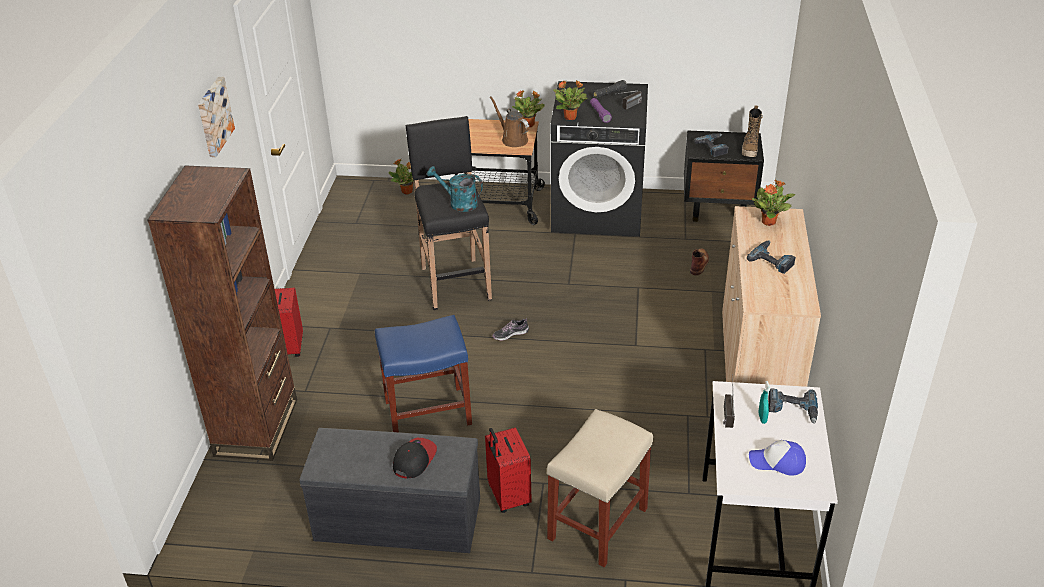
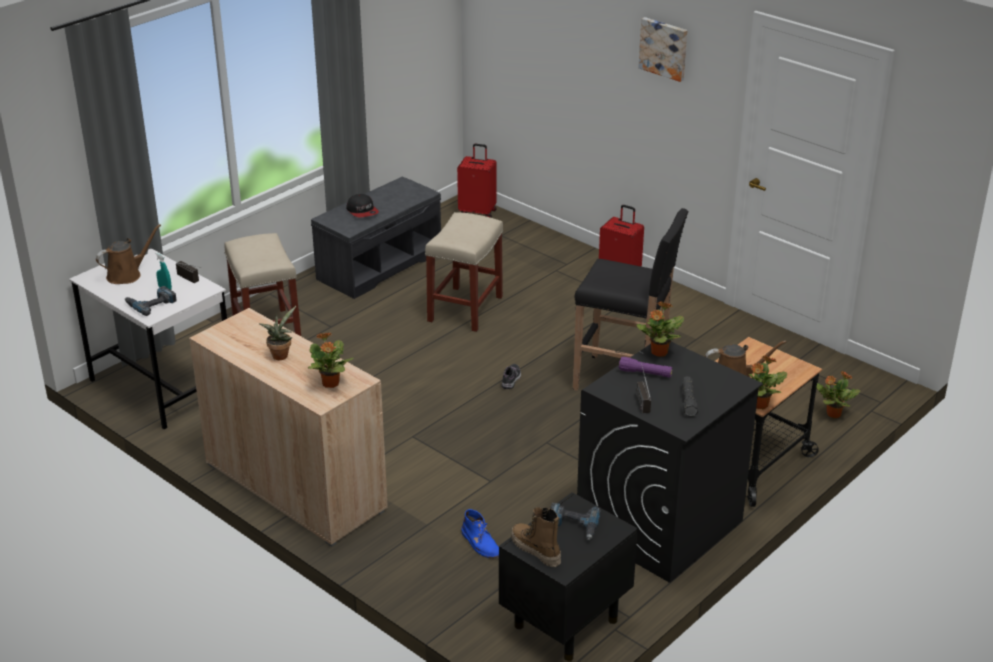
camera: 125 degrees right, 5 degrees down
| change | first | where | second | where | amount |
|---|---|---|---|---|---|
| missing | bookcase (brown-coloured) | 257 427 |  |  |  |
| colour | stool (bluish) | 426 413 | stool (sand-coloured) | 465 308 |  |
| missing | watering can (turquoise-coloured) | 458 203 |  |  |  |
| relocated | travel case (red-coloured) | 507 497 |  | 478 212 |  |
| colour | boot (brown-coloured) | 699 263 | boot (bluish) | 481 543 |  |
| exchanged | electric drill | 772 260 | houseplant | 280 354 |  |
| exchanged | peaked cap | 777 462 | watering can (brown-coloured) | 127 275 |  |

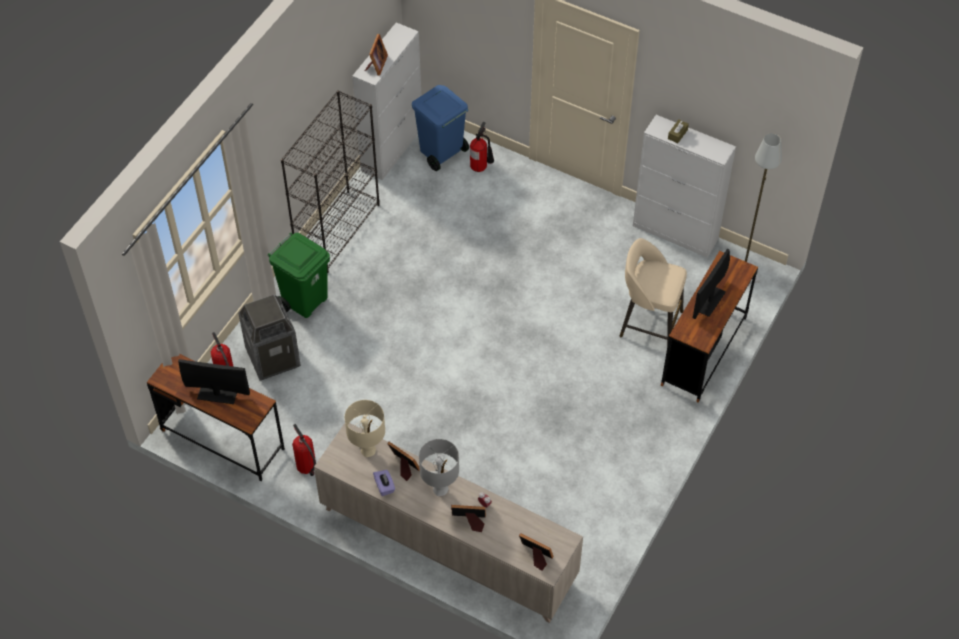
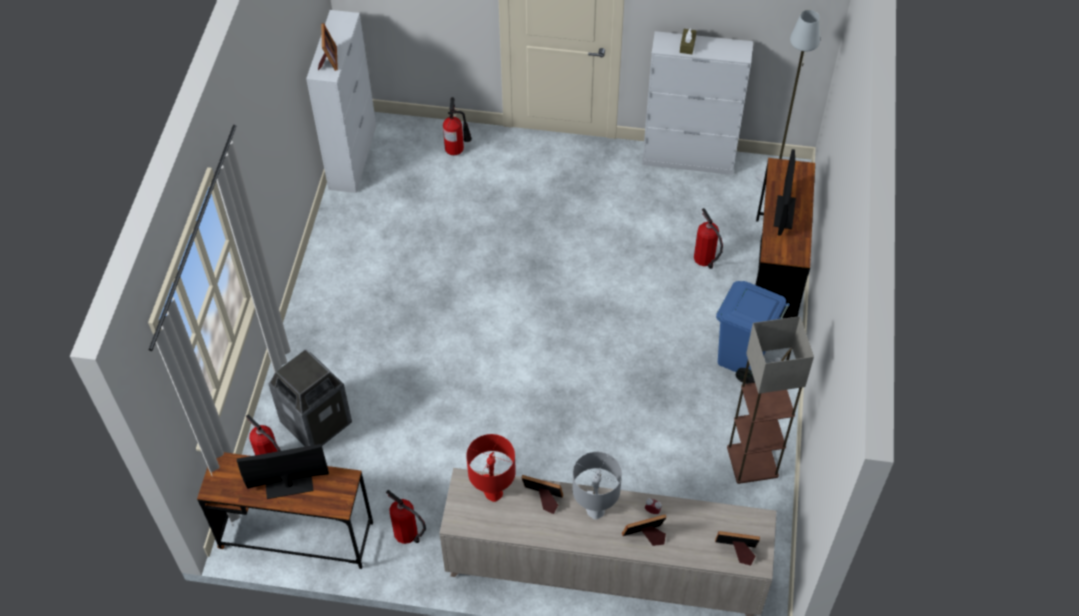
camera: 20 degrees left, 0 degrees up
| change | first | where | second | where | amount |
|---|---|---|---|---|---|
| missing | trash can (green-coloured) | 305 300 |  |  |  |
| missing | bookcase (blackish) | 338 230 |  |  |  |
| colour | lamp for a table (sand-coloured) | 367 450 | lamp for a table (red-coloured) | 493 492 |  |
| missing | tissue box (purplish) | 384 486 |  |  |  |
| relocated | trash can (bluish) | 441 153 |  | 742 359 |  |
| exchanged | stool (sand-coloured) | 649 323 | fire-fighting cylinder | 705 259 |  |
| appeared |  |  | standard lamp | 753 462 |  |

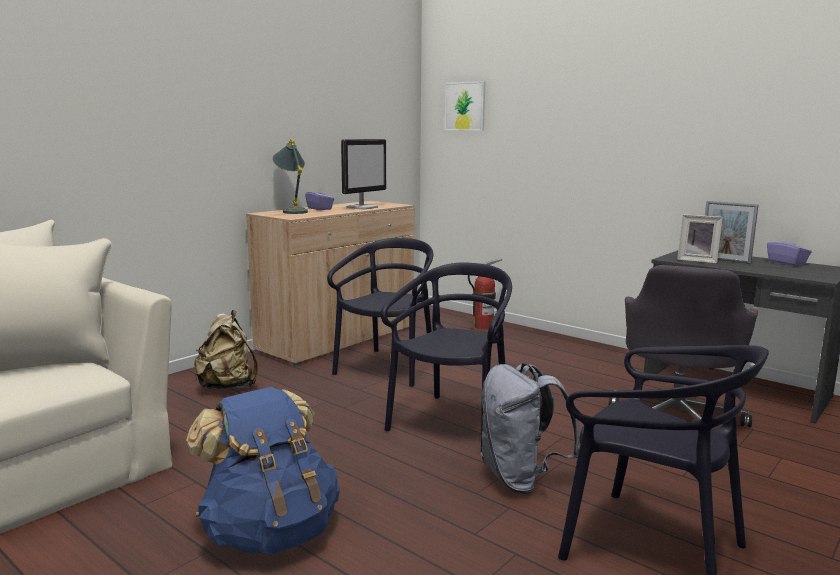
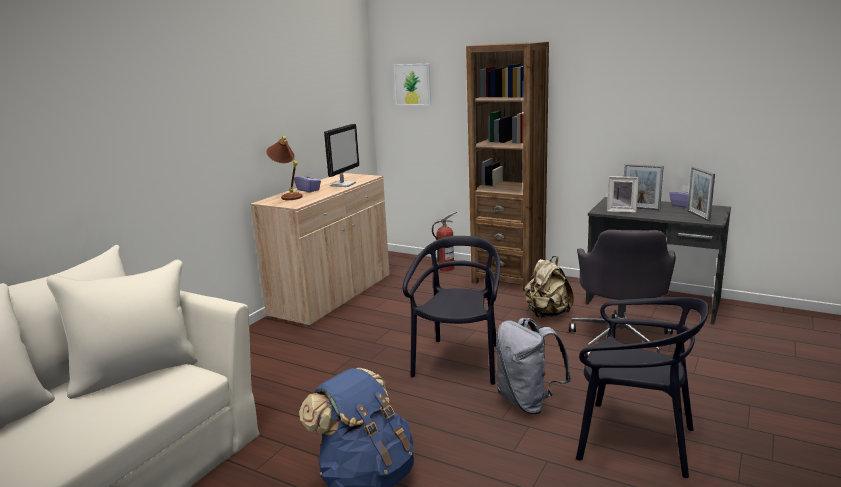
camera: 10 degrees left, 5 degrees up
| change | first | where | second | where | amount |
|---|---|---|---|---|---|
| relocated | backpack (sand-coloured) | 227 386 |  | 547 314 |  |
| colour | lamp for a table (greyish) | 292 211 | lamp for a table (brown-coloured) | 288 196 |  |
| missing | plain chair (blackish) | 388 368 |  |  |  |
| appeared |  |  | bookcase (brown-coloured) | 508 278 |  |
| appeared |  |  | standing frame | 698 216 |  |

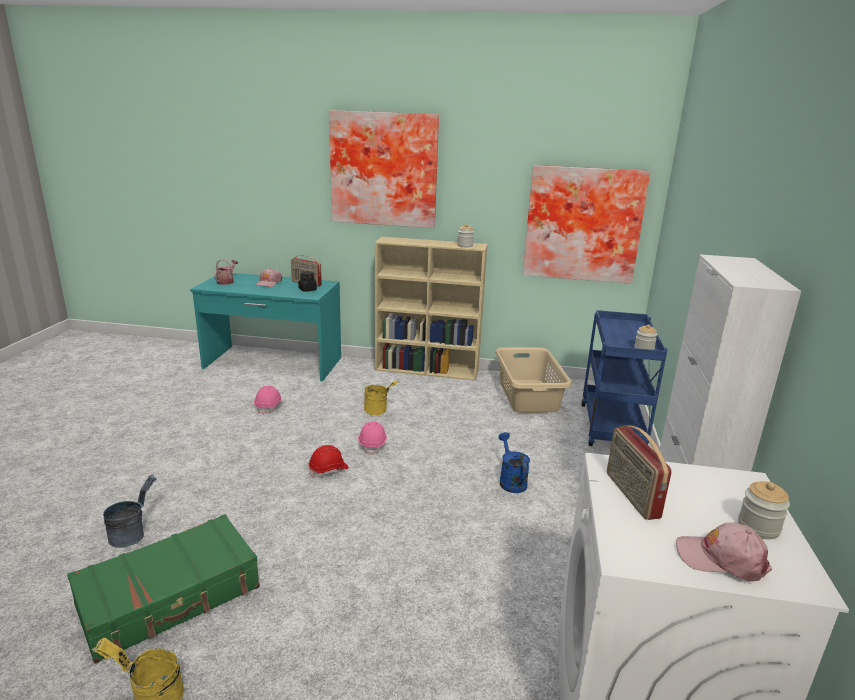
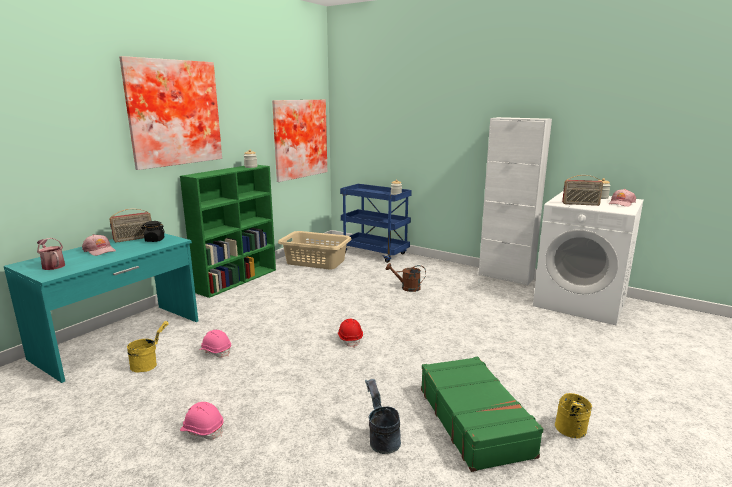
camera: 65 degrees left, 5 degrees down
| change | first | where | second | where | amount |
|---|---|---|---|---|---|
| relocated | safety helmet (pinkish) | 373 444 |  | 202 430 |  |
| relocated | pail (yellow) | 379 411 |  | 149 365 |  |
| colour | bookcase (sand-coloured) | 428 370 | bookcase (green-coloured) | 237 280 |  |
| colour | watering can (bluish) | 510 480 | watering can (brown-coloured) | 407 288 |  |

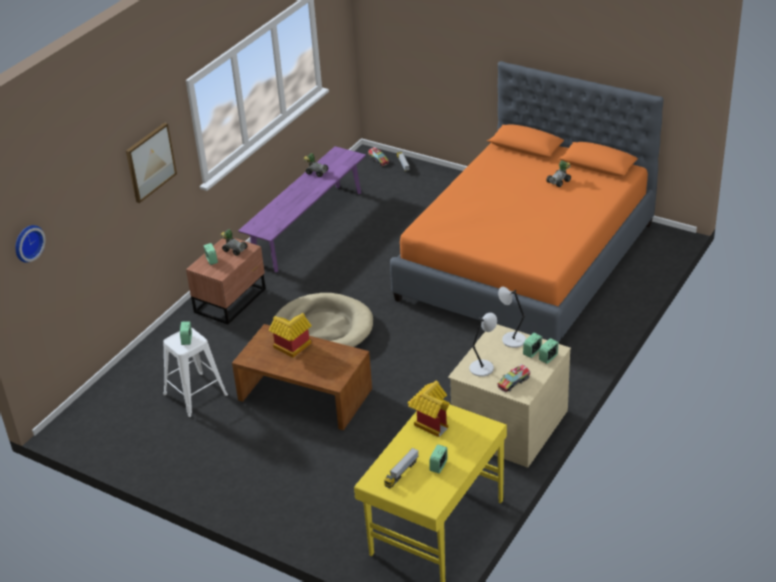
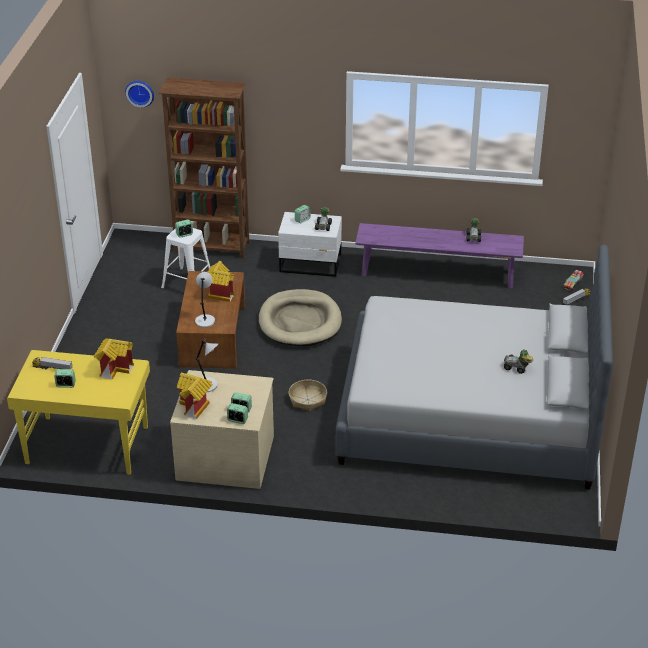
camera: 65 degrees right, 0 degrees up
| change | first | where | second | where | amount |
|---|---|---|---|---|---|
| missing | wall art | 150 162 |  |  |  |
| colour | nightstand (brown-coloured) | 232 300 | nightstand (whitish) | 311 264 |  |
| colour | bed (orangey) | 527 261 | bed (greyish) | 469 415 |  |
| exchanged | toy lorry | 513 382 | model house | 196 407 |  |
| relocated | lamp for a table (greyish) | 512 340 |  | 205 320 |  |
| appeared |  |  | bookcase (brown-coloured) | 212 248 |  |
| appeared |  |  | basket | 308 400 |  |

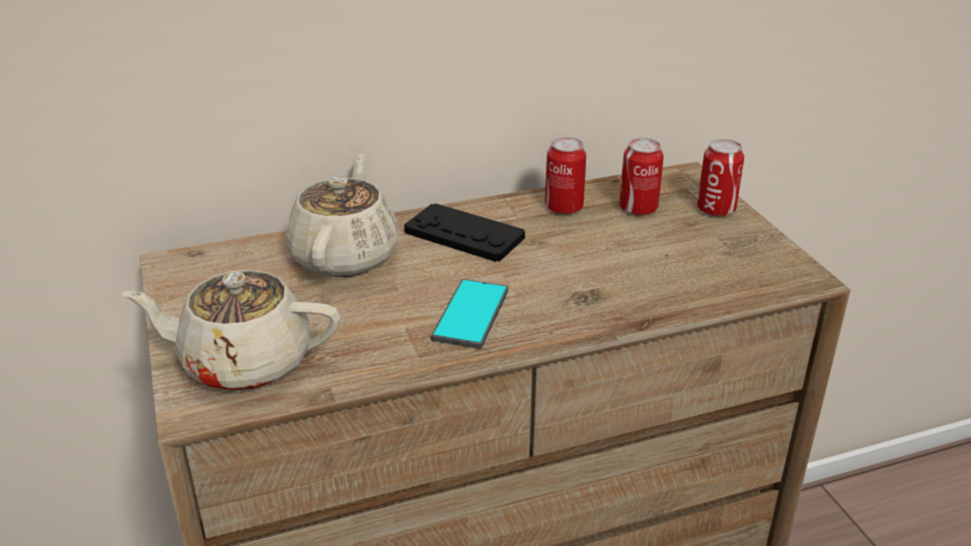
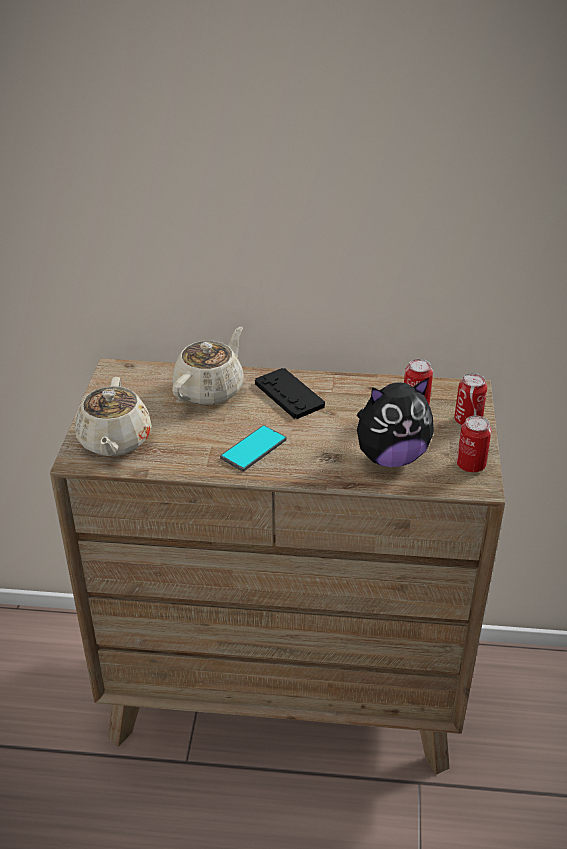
camera: 25 degrees right, 5 degrees up
| change | first | where | second | where | amount |
|---|---|---|---|---|---|
| spun | tea pot (sand-coloured) | 244 362 |  | 114 441 | 120 degrees counterclockwise |
| relocated | sealed can | 563 207 |  | 470 465 |  |
| appeared |  |  | plush toy | 390 457 |  |

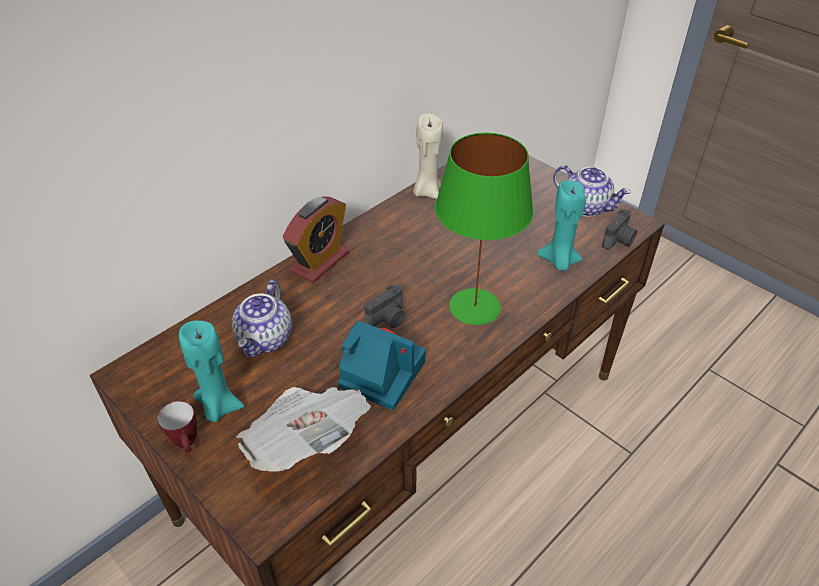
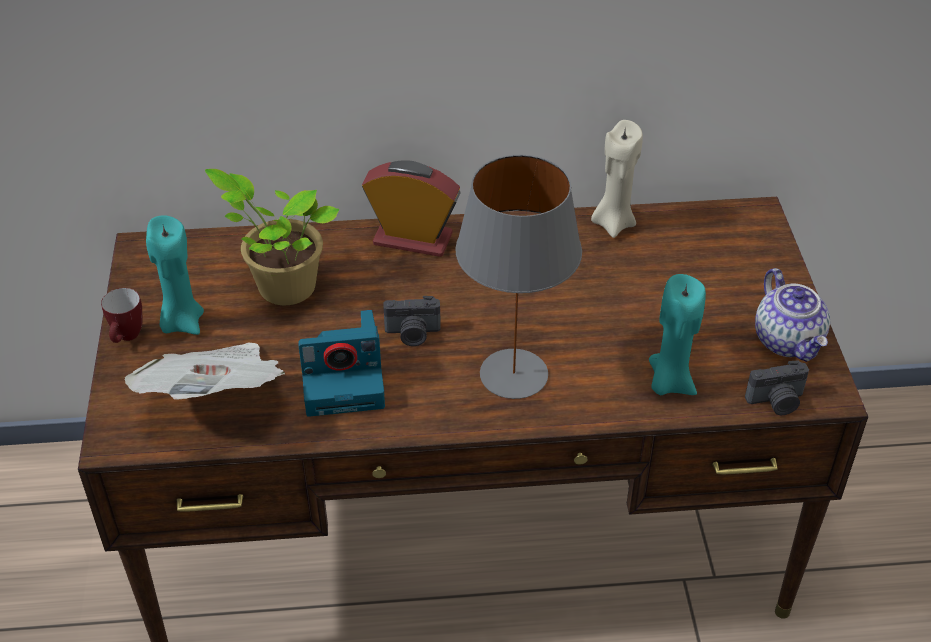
camera: 40 degrees right, 0 degrees up
| change | first | where | second | where | amount |
|---|---|---|---|---|---|
| exchanged | tea pot | 266 339 | houseplant | 282 286 |  |
| spun | bedside clock | 319 262 |  | 413 239 | 150 degrees counterclockwise |
| spun | photo camera | 380 374 |  | 345 380 | 105 degrees clockwise |
| colour | lamp for a table (green-coloured) | 475 307 | lamp for a table (greyish) | 513 375 |  |

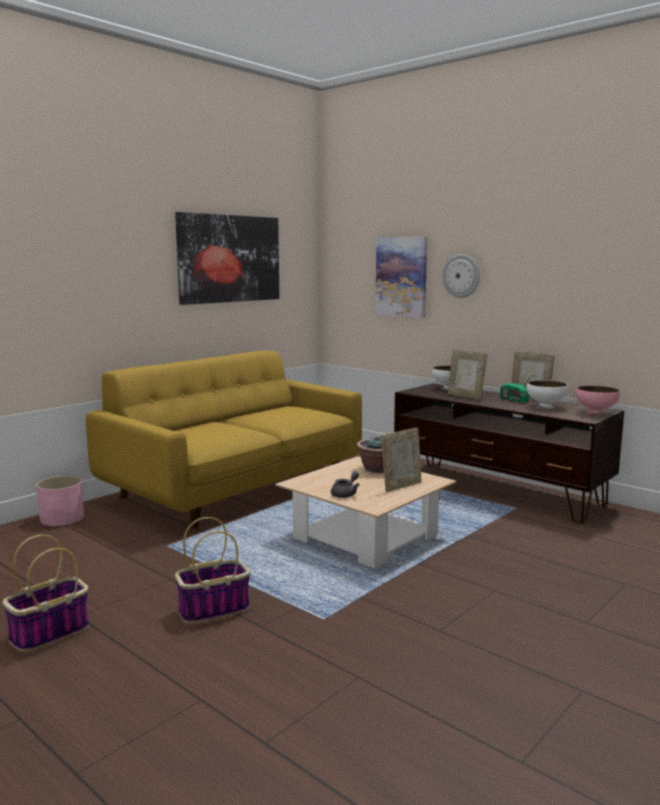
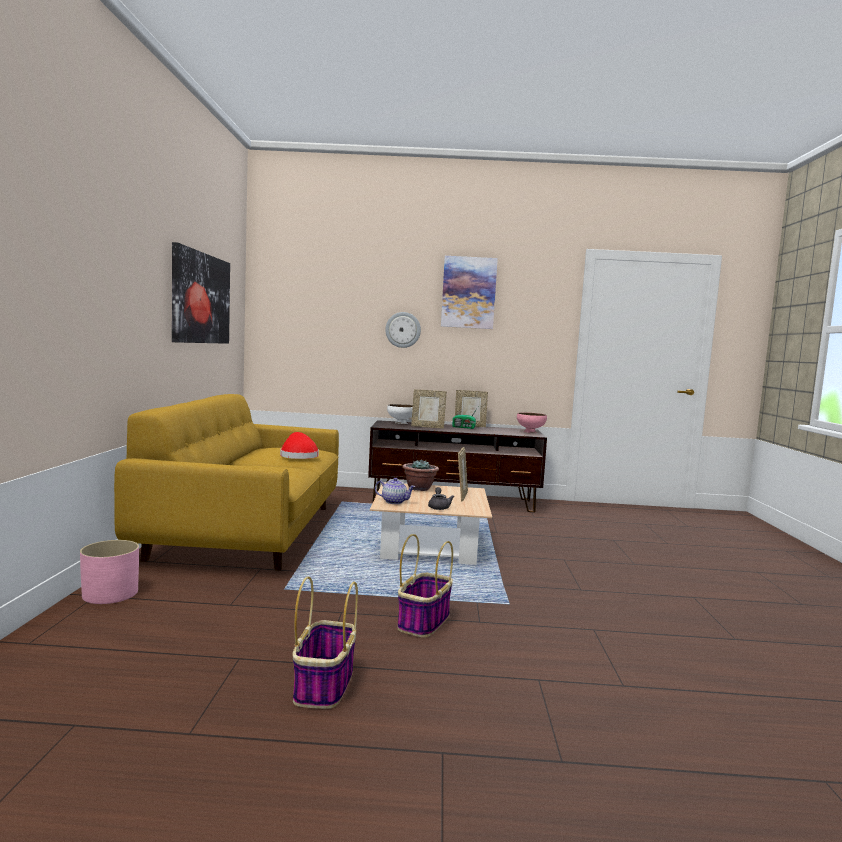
camera: 40 degrees left, 5 degrees down
| change | first | where | second | where | amount |
|---|---|---|---|---|---|
| relocated | wall art | 401 277 |  | 468 292 |  |
| missing | serving bowl (whitish) | 546 407 |  |  |  |
| appeared |  |  | wearable hat (red-coloured) | 298 456 |  |
| appeared |  |  | tea pot | 394 502 |  |

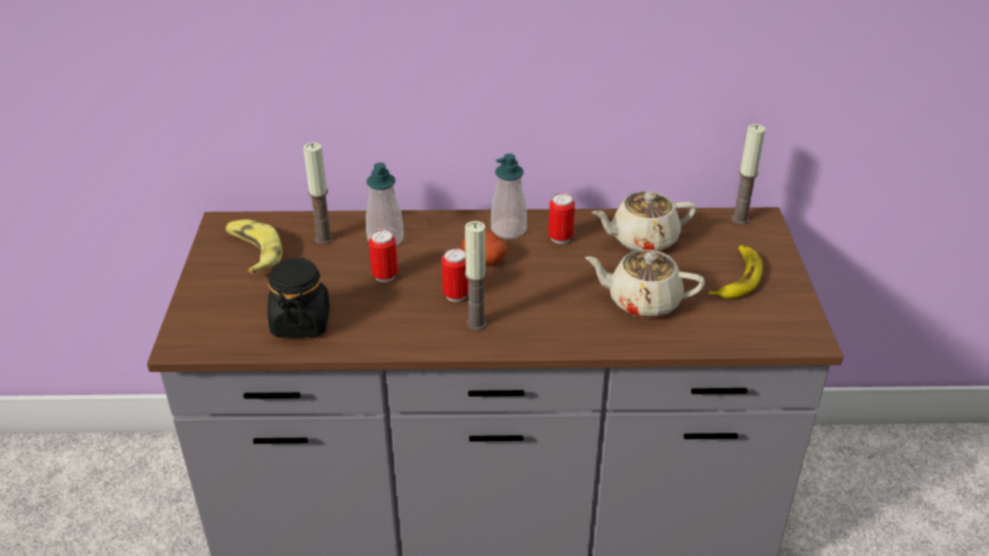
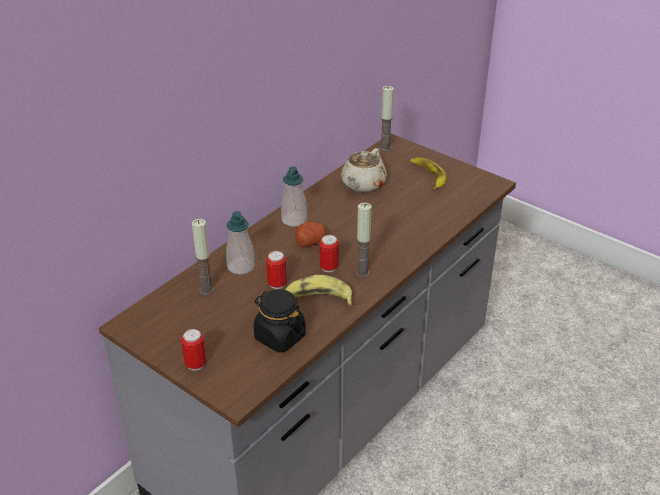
camera: 50 degrees left, 0 degrees up
| change | first | where | second | where | amount |
|---|---|---|---|---|---|
| relocated | banana | 253 252 |  | 318 298 |  |
| relocated | sealed can | 560 238 |  | 195 364 |  |
| missing | tea pot (sand-coloured) | 642 301 |  |  |  |

